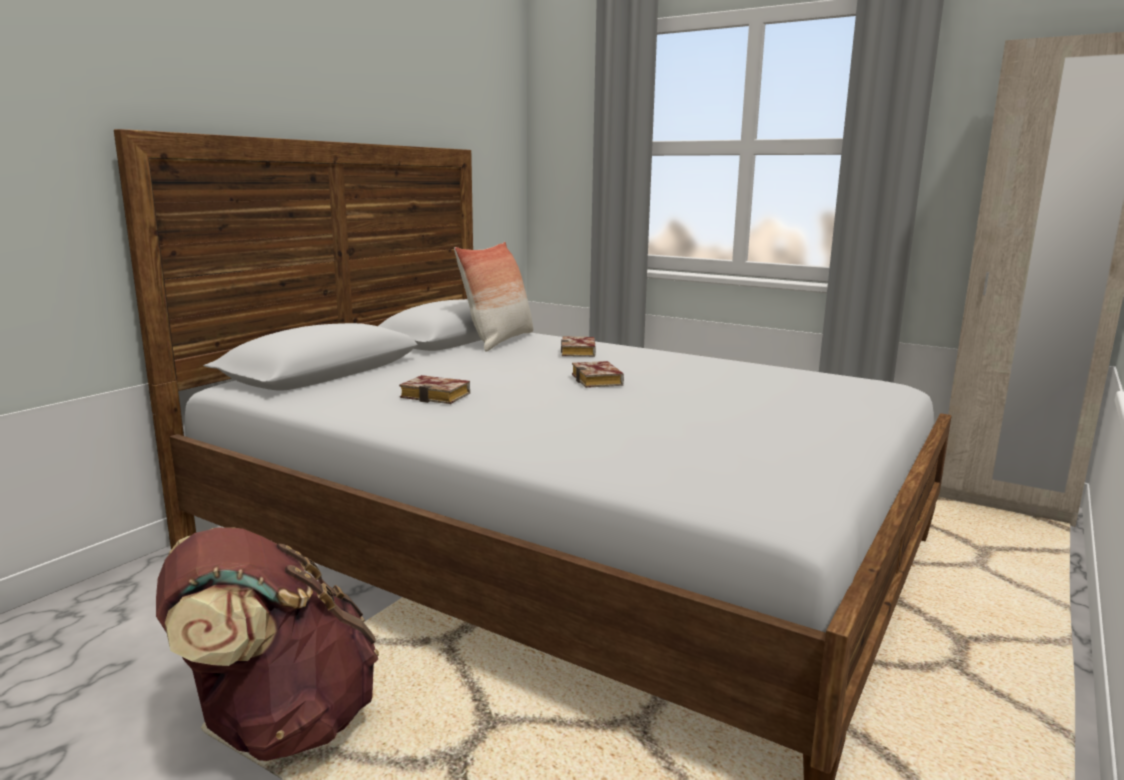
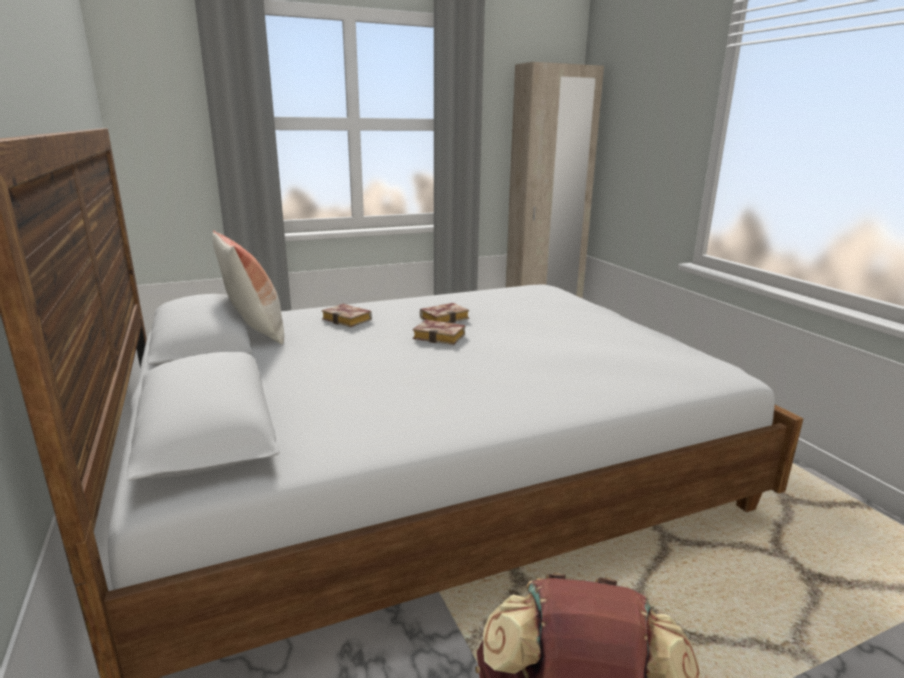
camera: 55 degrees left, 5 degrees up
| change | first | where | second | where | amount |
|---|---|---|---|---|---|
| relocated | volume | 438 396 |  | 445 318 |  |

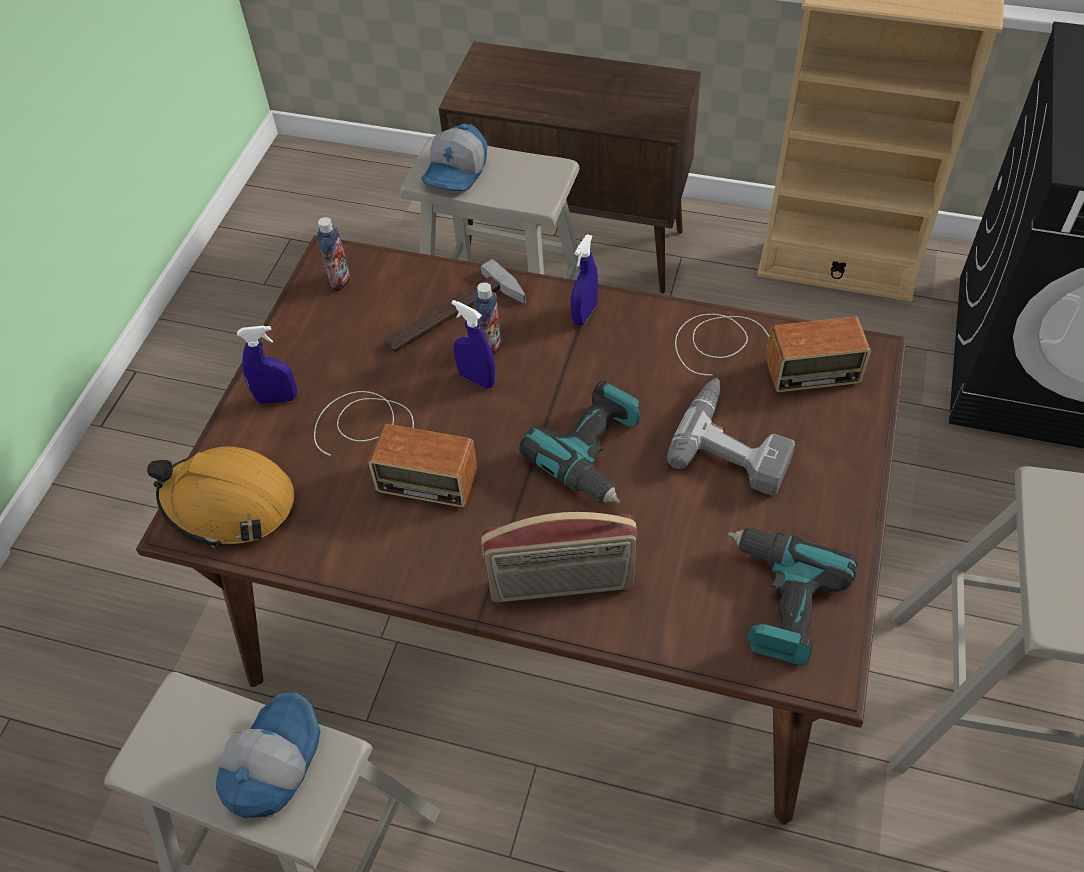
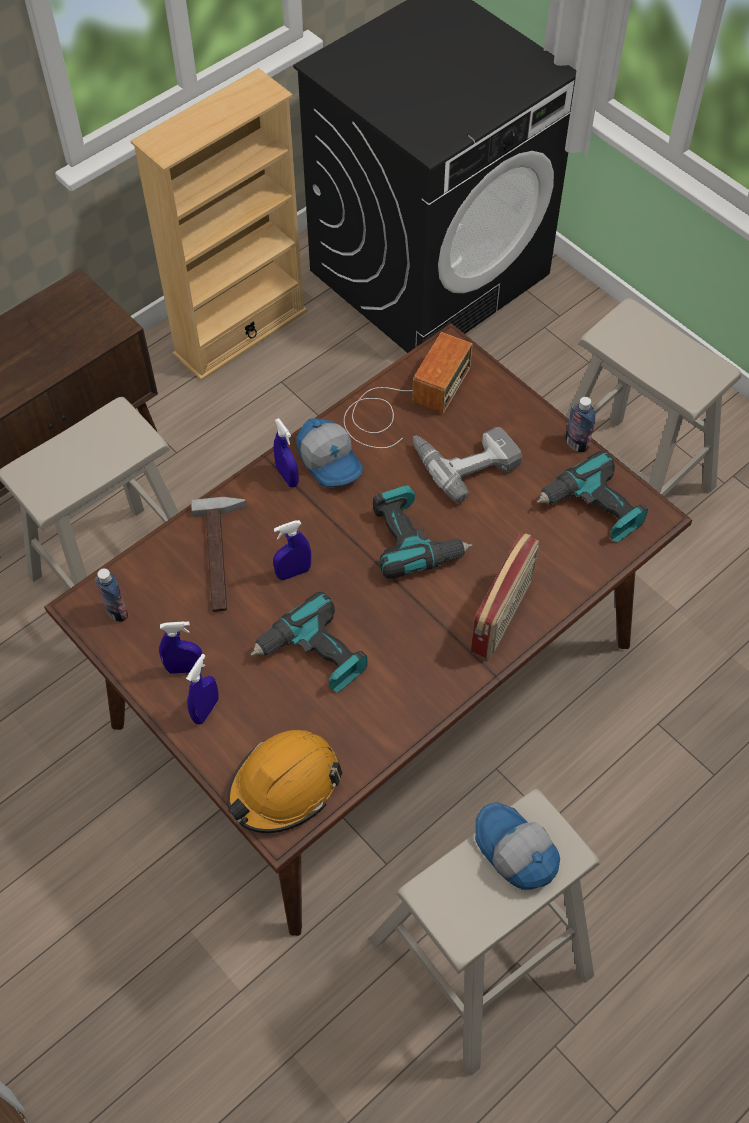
camera: 60 degrees left, 5 degrees up
| change | first | where | second | where | amount |
|---|---|---|---|---|---|
| exchanged | radio | 392 447 | electric drill | 313 656 |  |
| relocated | peaked cap | 457 172 |  | 331 461 |  |
| relocated | drink bottle | 490 346 |  | 576 444 |  |
| appeared |  |  | hand sprayer (bluish) | 184 668 |  |

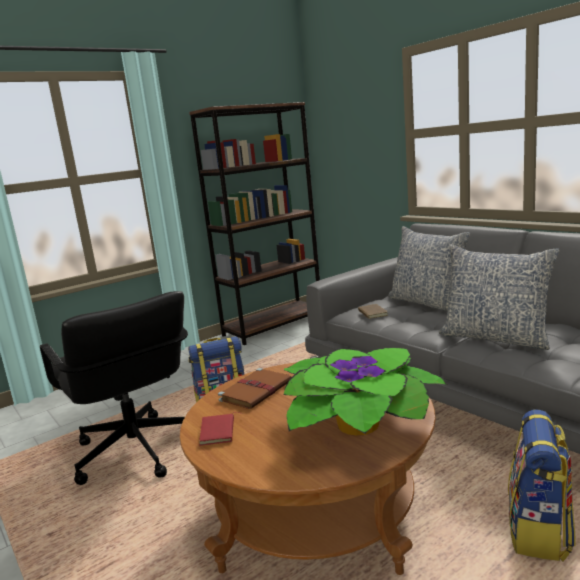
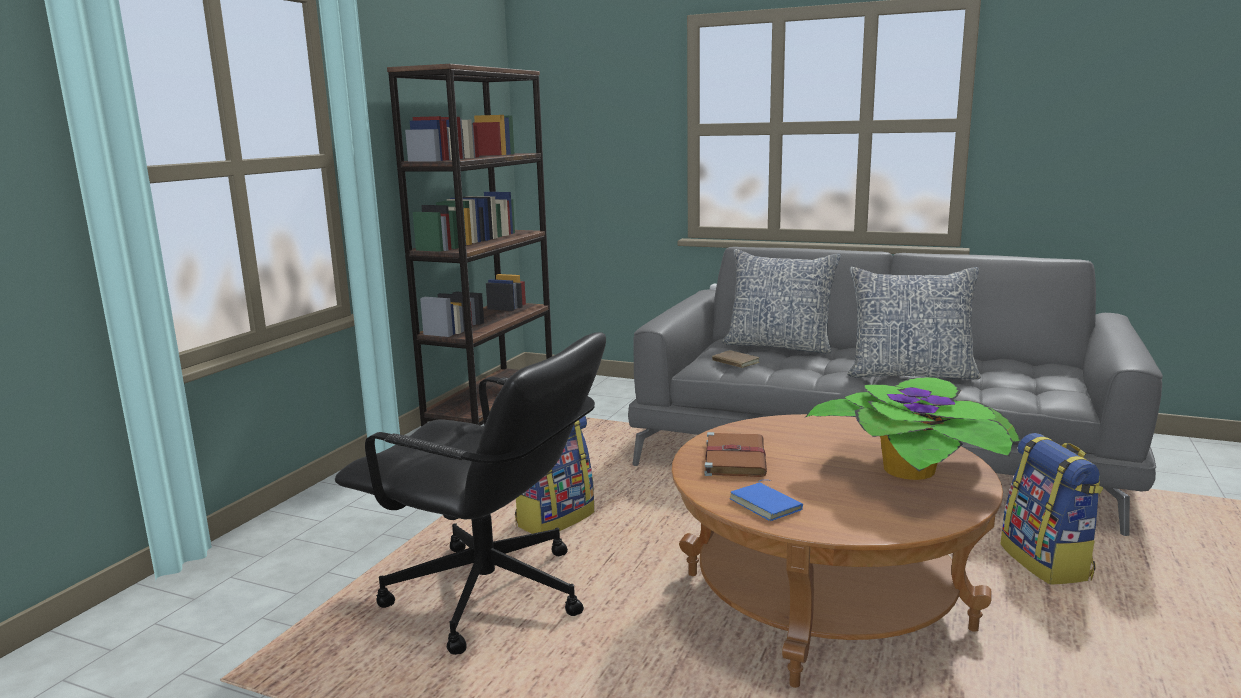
camera: 30 degrees left, 0 degrees up
| change | first | where | second | where | amount |
|---|---|---|---|---|---|
| colour | volume (red-coloured) | 219 432 | volume (bluish) | 767 504 |  |

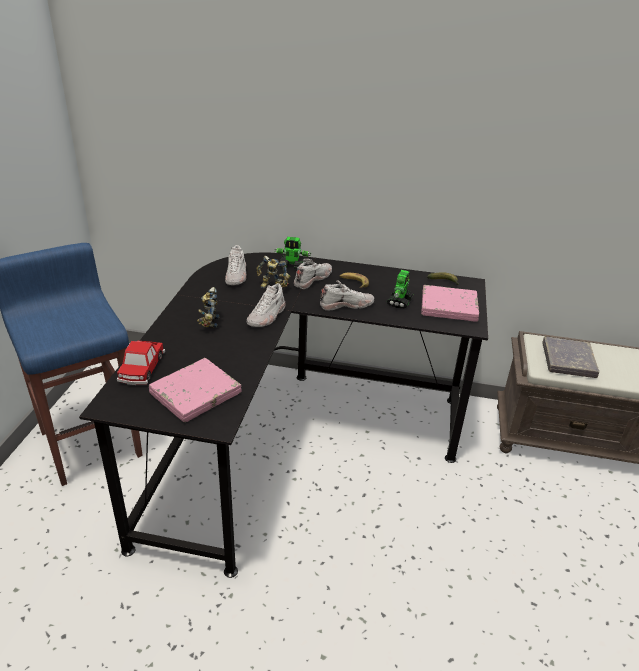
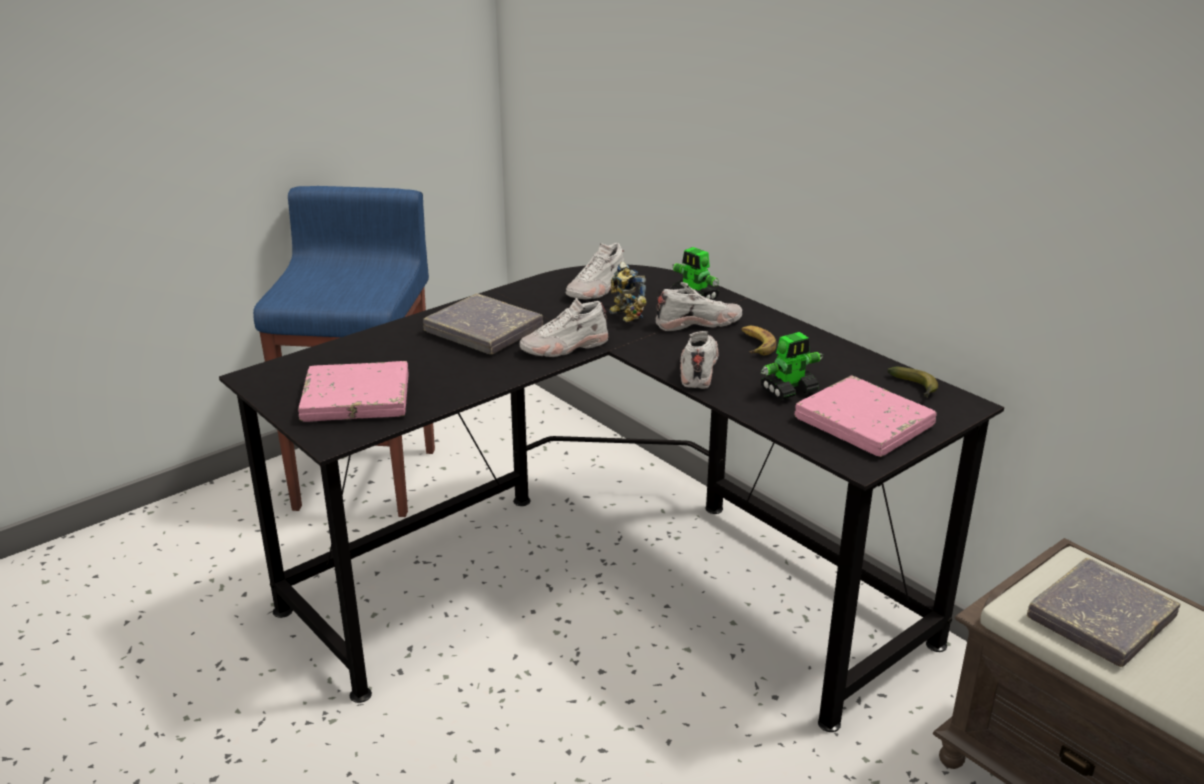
camera: 40 degrees right, 5 degrees down
| change | first | where | second | where | amount |
|---|---|---|---|---|---|
| missing | miniature car | 142 368 |  |  |  |
| exchanged | robot figure | 209 322 | volume (greyish) | 483 331 |  |
| spun | item of footwear (whitish) | 346 305 |  | 698 368 | 105 degrees counterclockwise |

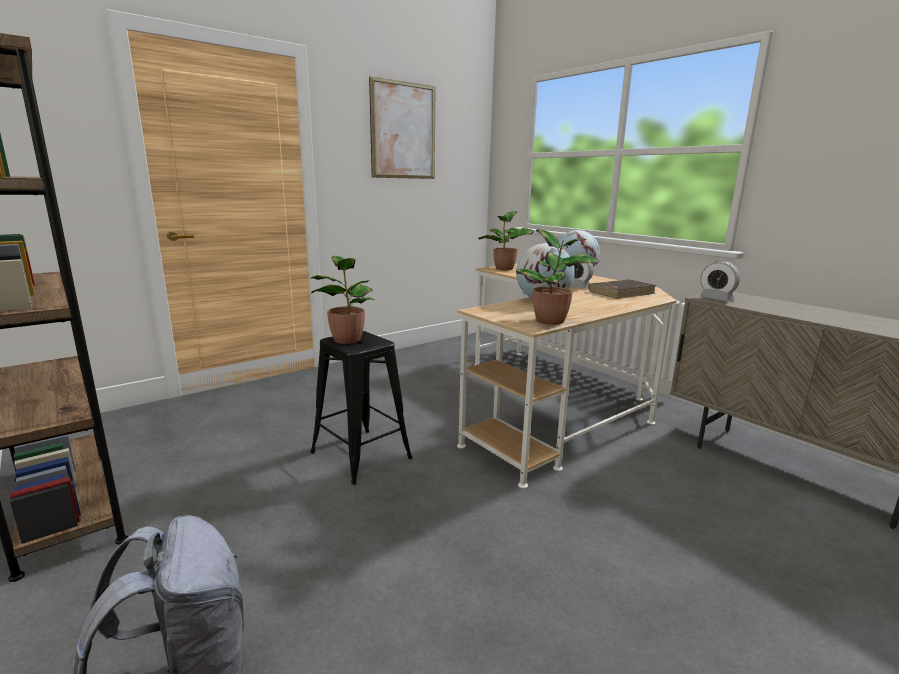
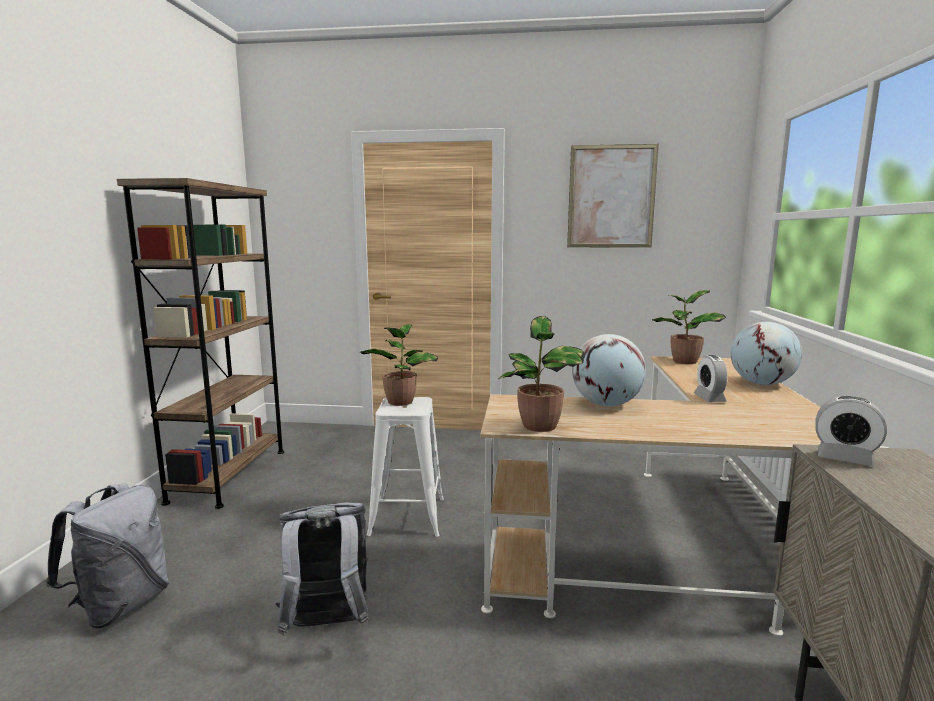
camera: 45 degrees right, 5 degrees down
| change | first | where | second | where | amount |
|---|---|---|---|---|---|
| colour | stool (blackish) | 361 455 | stool (whitish) | 407 516 |  |
| missing | volume (brown-coloured) | 621 292 |  |  |  |
| spun | bedside clock | 716 299 |  | 844 458 | 60 degrees counterclockwise |
| appeared |  |  | backpack (greyish) | 327 626 |  |

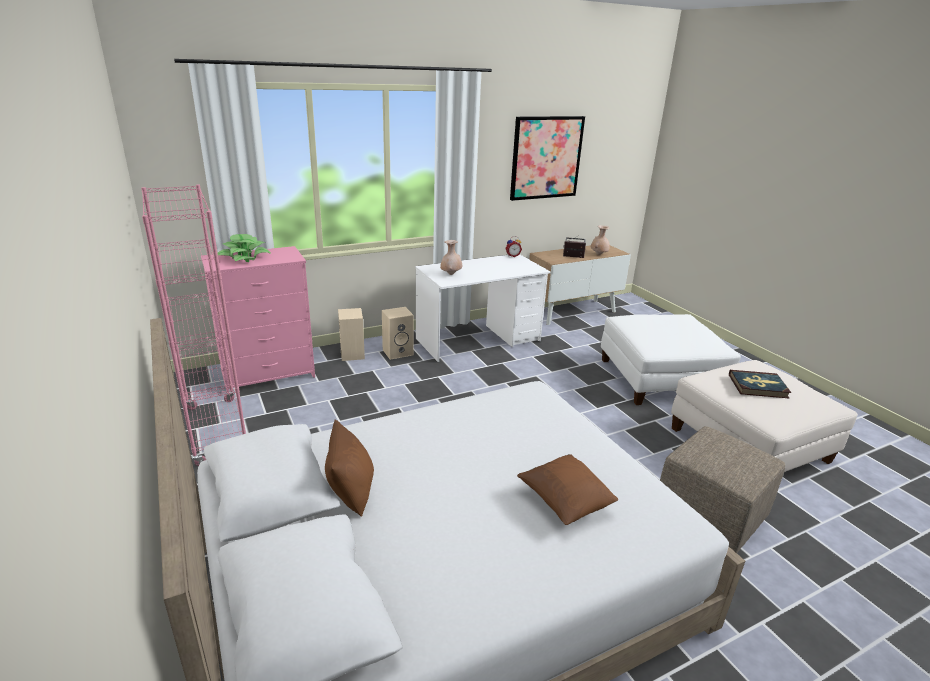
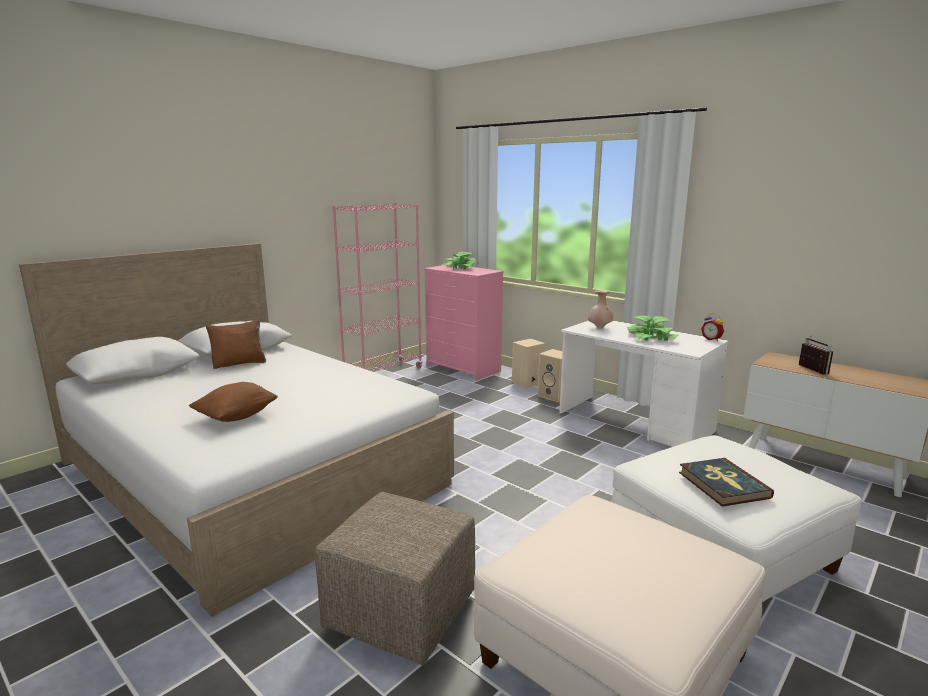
camera: 70 degrees right, 10 degrees down
| change | first | where | second | where | amount |
|---|---|---|---|---|---|
| missing | wall art | 546 158 |  |  |  |
| missing | vase (sand-coloured) | 599 254 |  |  |  |
| relocated | volume | 758 386 |  | 723 485 |  |
| appeared |  |  | houseplant | 651 338 |  |

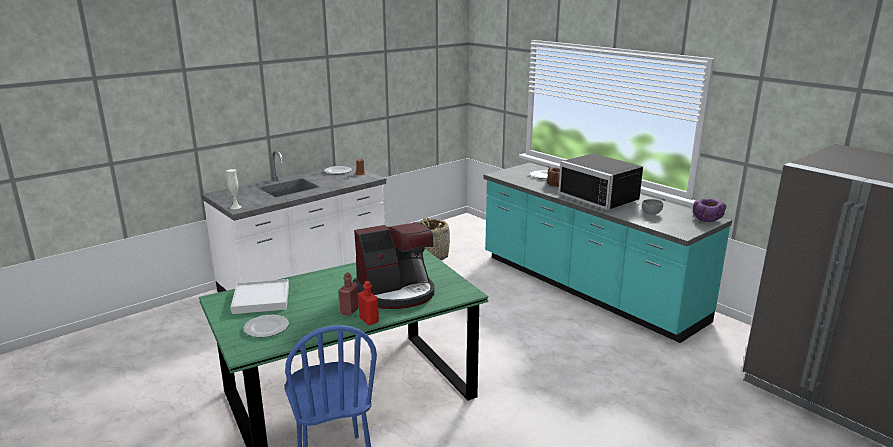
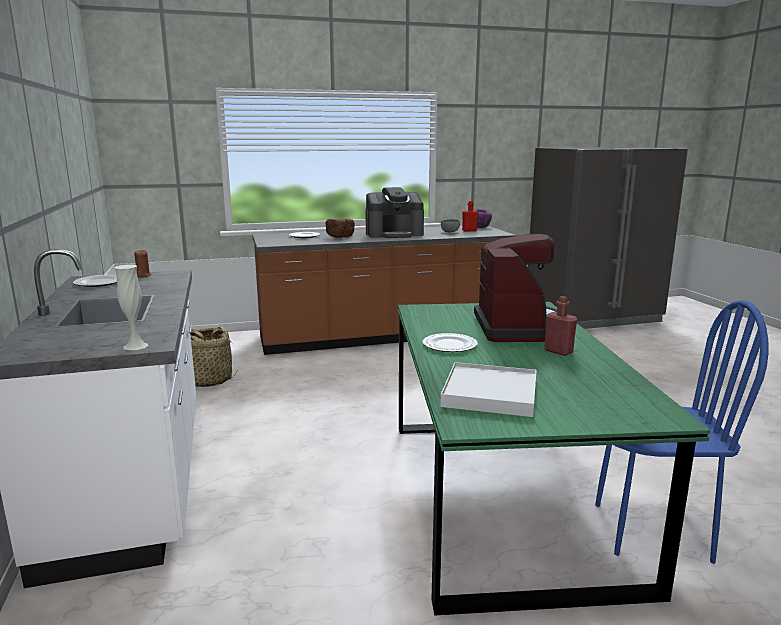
camera: 65 degrees left, 5 degrees down
| change | first | where | second | where | amount |
|---|---|---|---|---|---|
| relocated | plate | 266 327 |  | 449 345 |  |
| relocated | drink bottle (red-coloured) | 369 320 |  | 469 230 |  |
| colour | counter (turquoise-coloured) | 587 288 | counter (brown-coloured) | 384 336 |  |
| exchanged | kitchen microwave (blackish) | 602 197 | coffee machine | 394 234 |  |

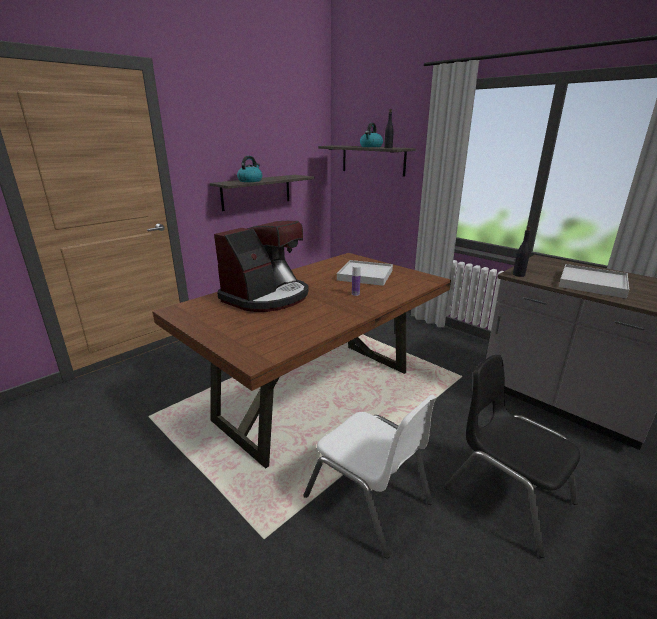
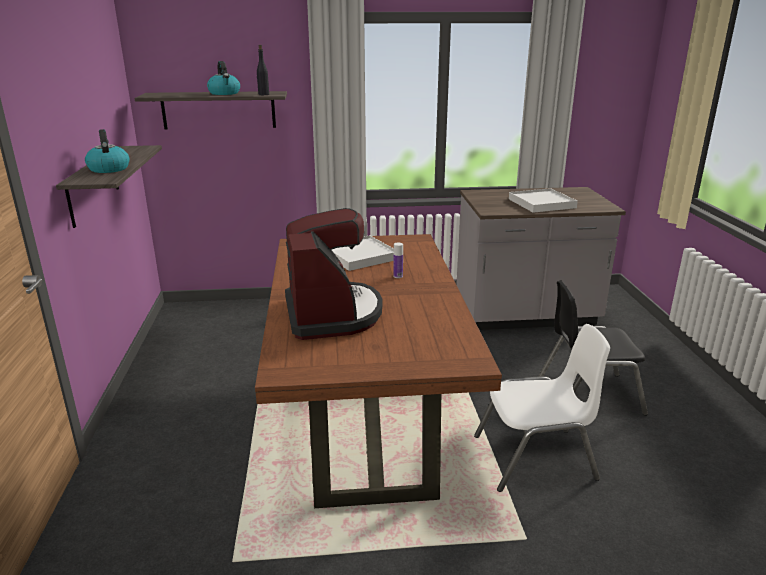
camera: 50 degrees left, 0 degrees up
| change | first | where | second | where | amount |
|---|---|---|---|---|---|
| missing | drink bottle (blackish) | 518 275 |  |  |  |

